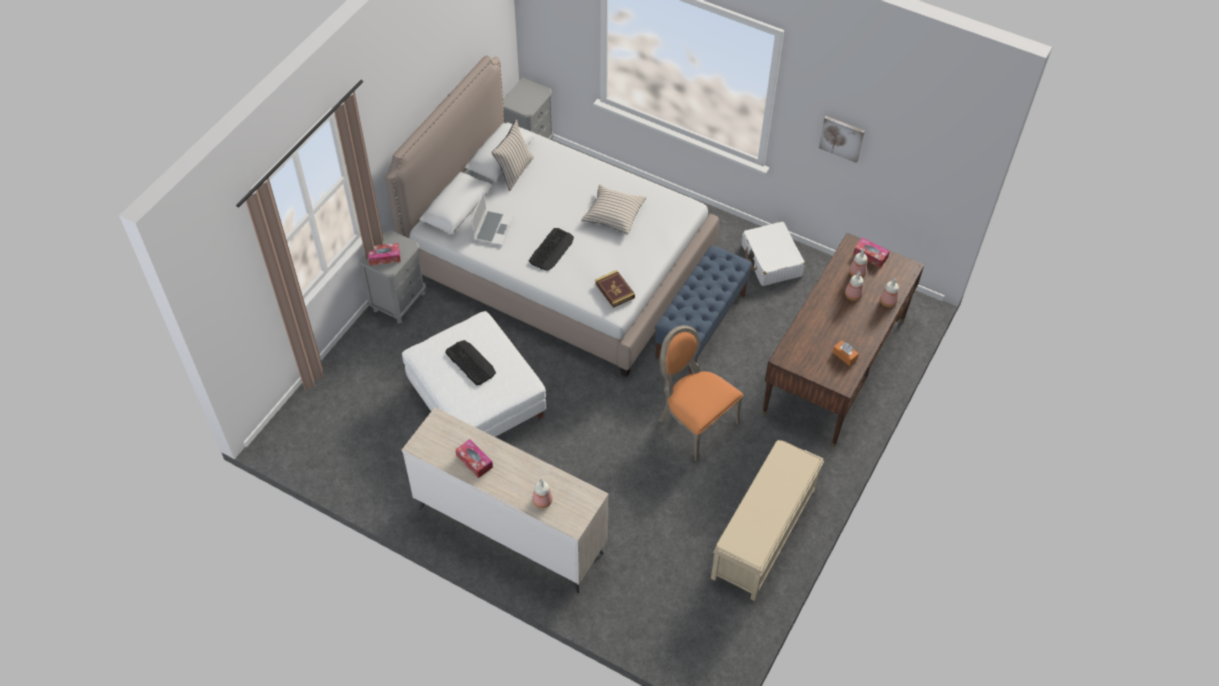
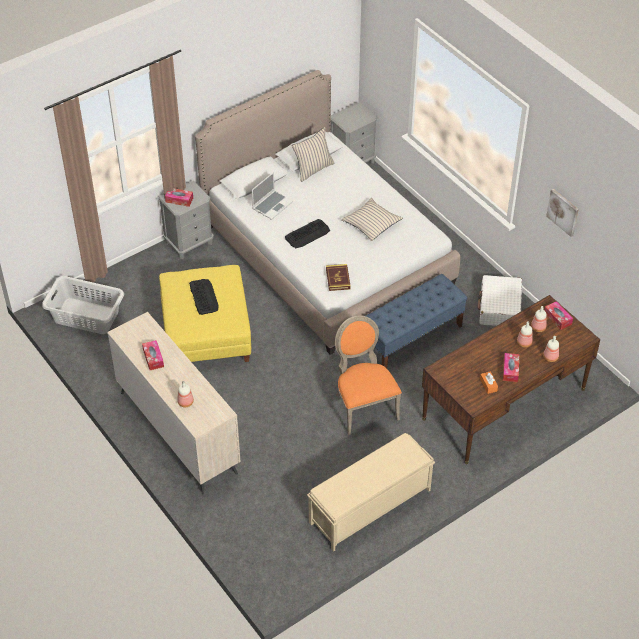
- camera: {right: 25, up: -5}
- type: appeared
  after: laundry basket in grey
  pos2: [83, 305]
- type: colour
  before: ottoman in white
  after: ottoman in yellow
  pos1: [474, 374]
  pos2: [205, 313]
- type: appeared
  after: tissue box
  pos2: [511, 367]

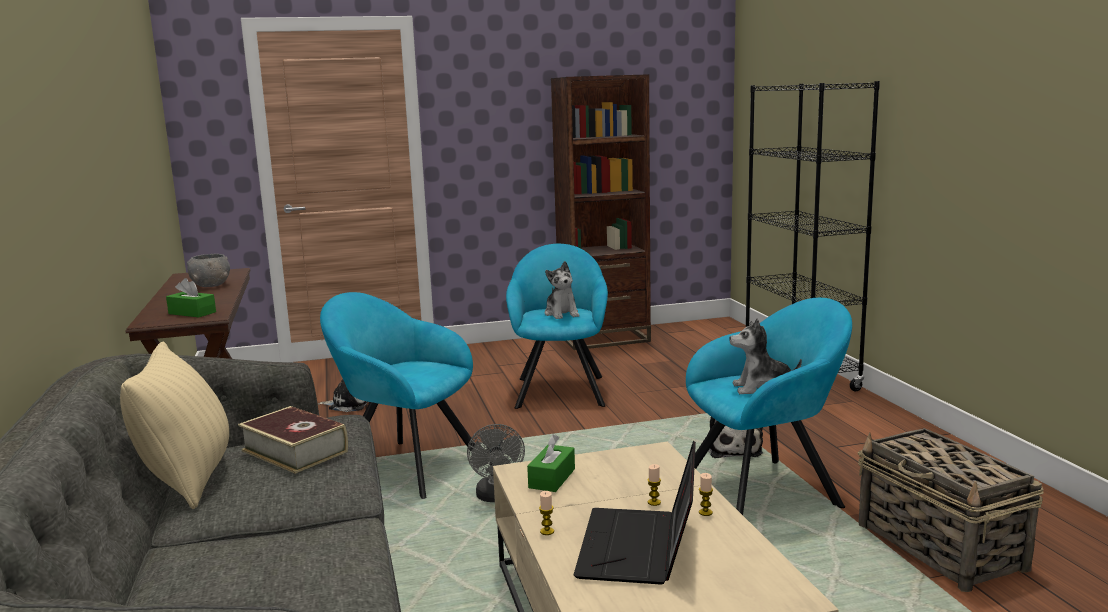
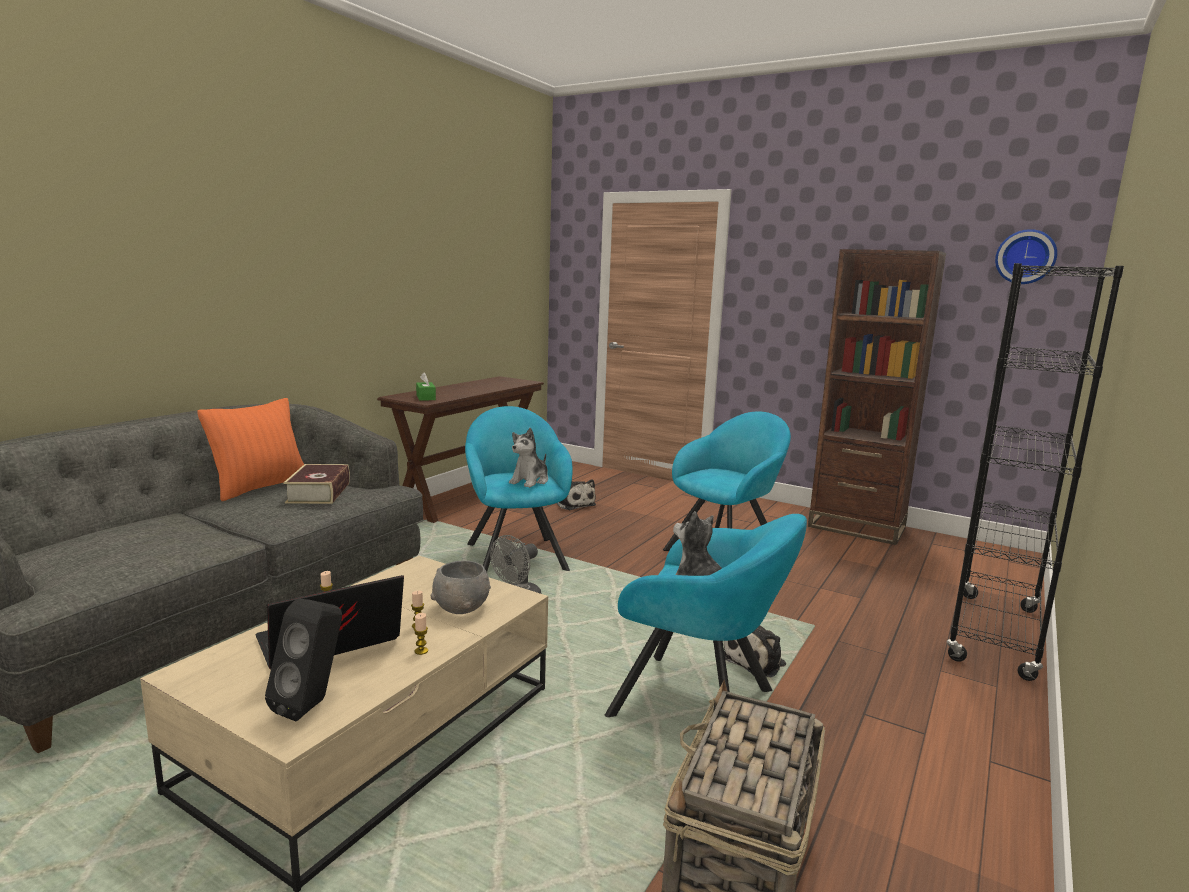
- camera: {right: 45, up: 0}
- type: colour
  before: pillow in beige
  after: pillow in orange
  pos1: [174, 425]
  pos2: [251, 449]
- type: appeared
  after: speaker in black
  pos2: [303, 660]
- type: relocated
  before: bowl in grey
  pos1: [208, 270]
  pos2: [461, 587]
- type: relocated
  before: plush toy
  pos1: [562, 290]
  pos2: [528, 458]
- type: appeared
  after: wall clock
  pos2: [1026, 256]
- type: missing
  before: tissue box in green
  pos1: [551, 463]

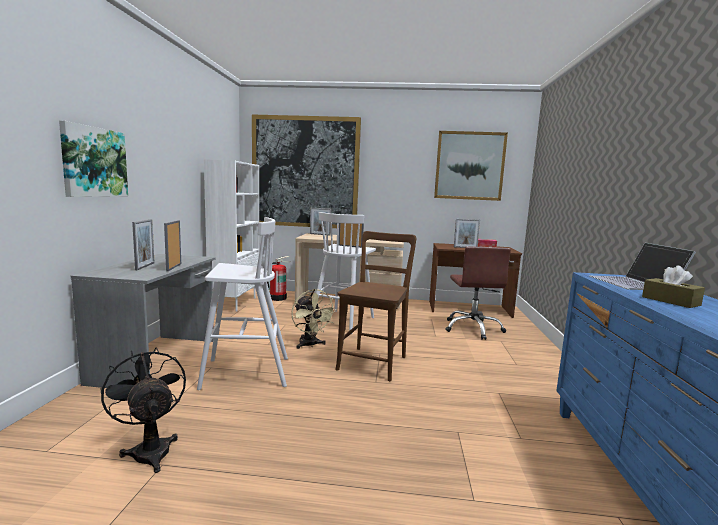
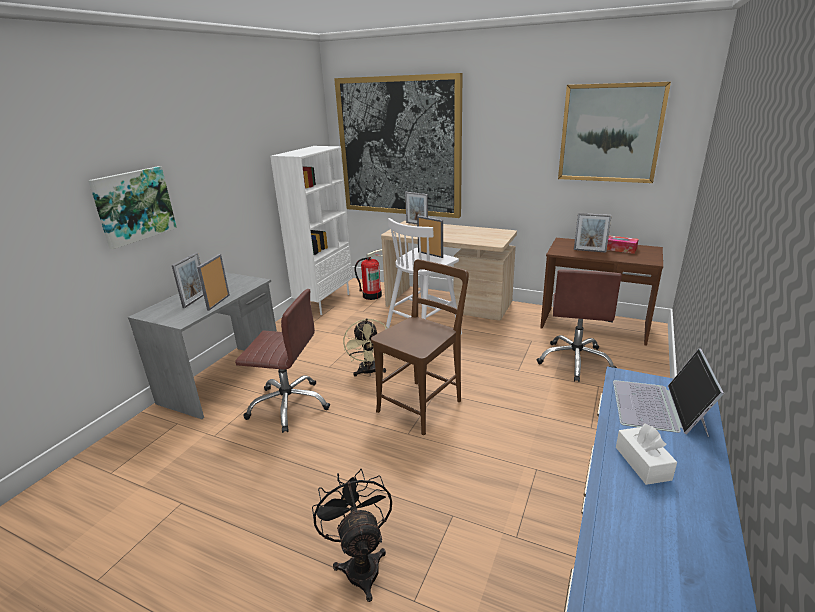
- camera: {right: 20, up: 15}
- type: exchanged
  before: stool in white
  after: office chair in brown
  pos1: [242, 303]
  pos2: [282, 361]
- type: relocated
  before: fan in black
  pos1: [143, 410]
  pos2: [352, 535]
- type: colour
  before: tissue box in brown
  after: tissue box in white
  pos1: [673, 287]
  pos2: [646, 454]

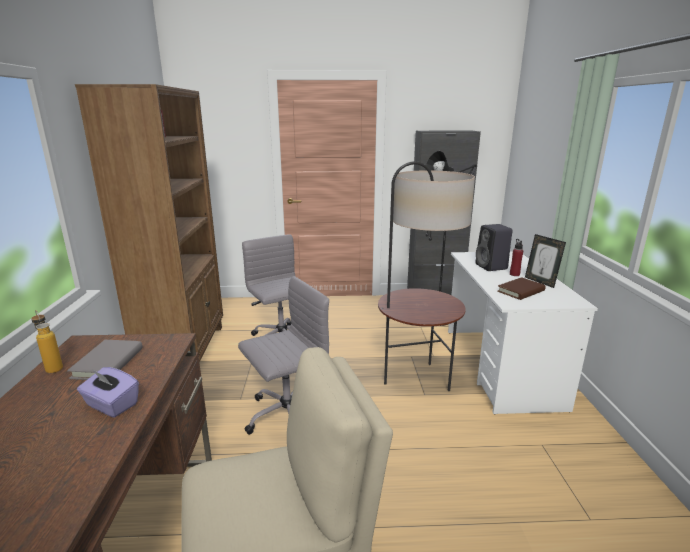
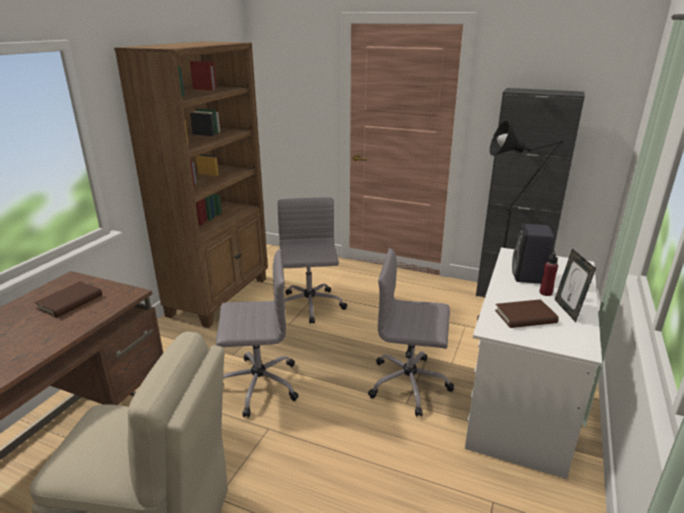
- camera: {right: 25, up: 5}
- type: colour
  before: book in grey
  after: book in brown
  pos1: [105, 360]
  pos2: [68, 299]
- type: exchanged
  before: floor lamp
  after: office chair in grey
  pos1: [426, 276]
  pos2: [411, 332]
- type: missing
  before: bottle
  pos1: [47, 342]
- type: missing
  before: tissue box in purple
  pos1: [108, 392]

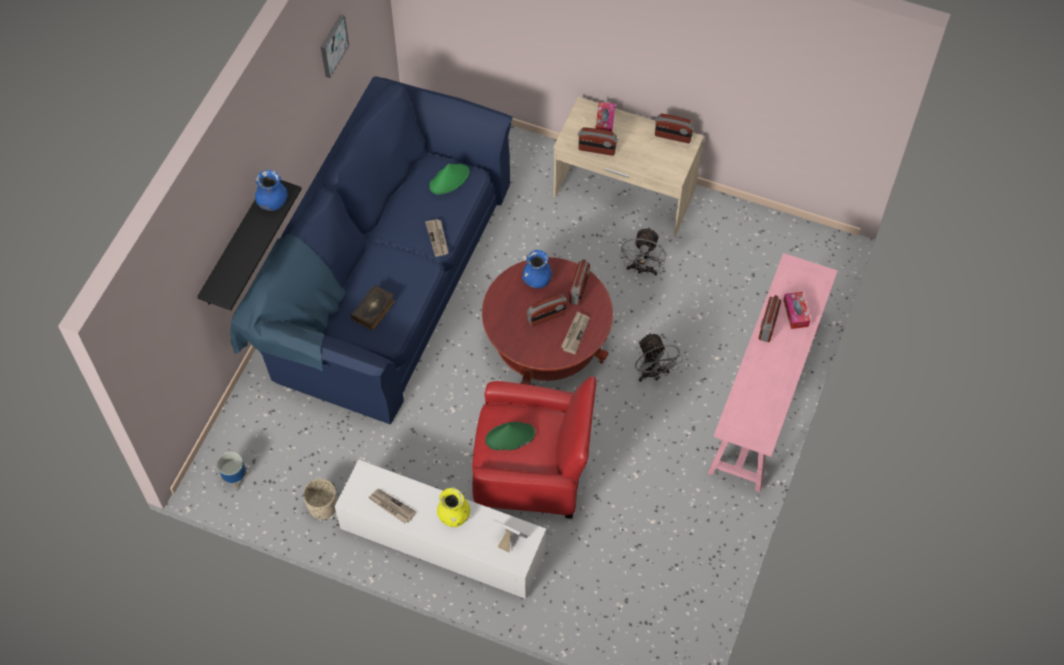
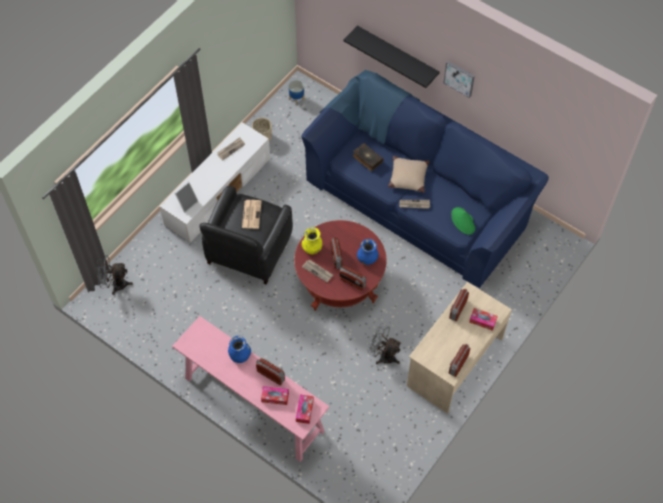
- camera: {right: 105, up: 0}
- type: relocated
  before: fan in grey
  pos1: [659, 357]
  pos2: [115, 275]
- type: colour
  before: armchair in red
  after: armchair in black
  pos1: [534, 447]
  pos2: [246, 235]
- type: relocated
  before: vase in blue
  pos1: [271, 190]
  pos2: [239, 349]
- type: exchanged
  before: hat in green
  after: newspaper
  pos1: [510, 436]
  pos2: [252, 214]
- type: appeared
  after: tissue box
  pos2: [305, 409]
- type: relocated
  before: vase in yellow
  pos1: [453, 507]
  pos2: [312, 241]
- type: appeared
  after: pillow in beige
  pos2: [408, 174]
- type: relocated
  before: picture
  pos1: [335, 46]
  pos2: [459, 79]

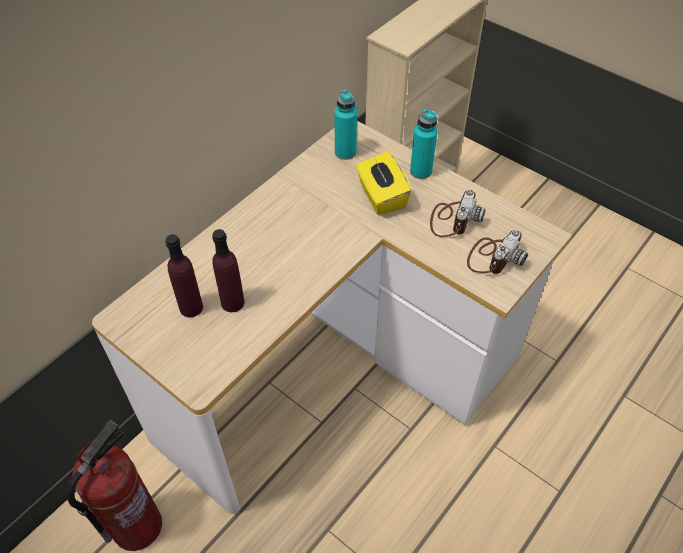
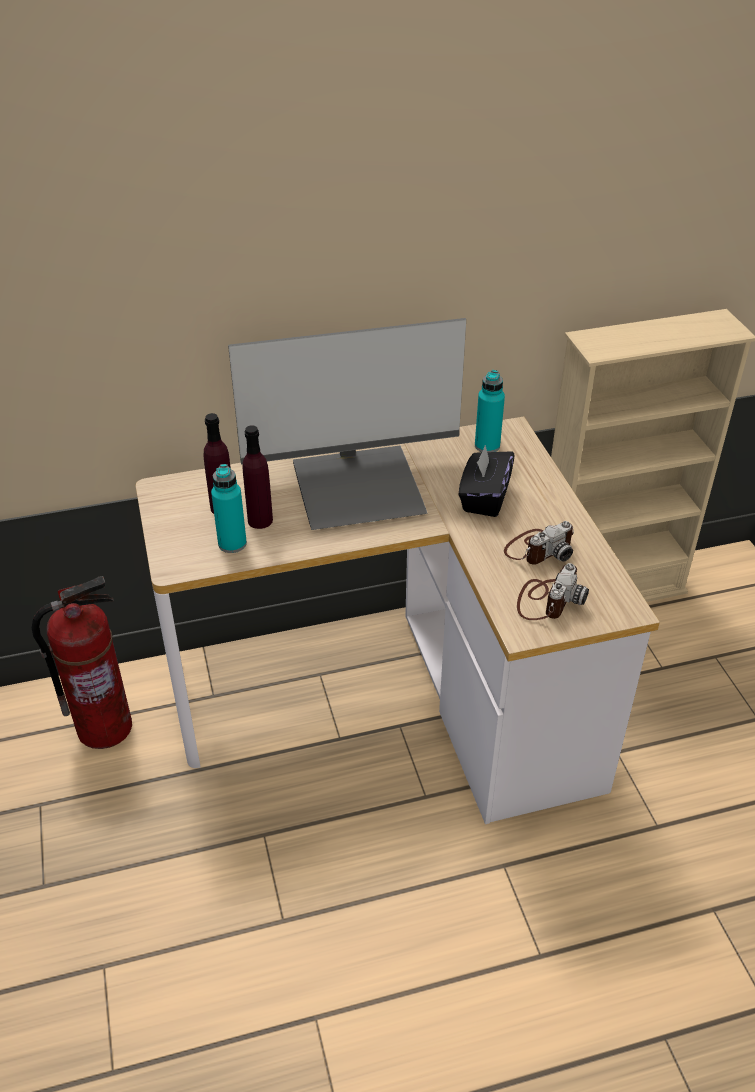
- camera: {right: 35, up: -10}
- type: relocated
  before: bottle in turquoise
  pos1: [424, 144]
  pos2: [229, 508]
- type: appeared
  after: monitor
  pos2: [347, 424]
- type: colour
  before: tissue box in yellow
  after: tissue box in black
  pos1: [384, 183]
  pos2: [486, 481]
- type: spun
  before: photo camera
  pos1: [497, 252]
  pos2: [553, 591]
  turn: -45

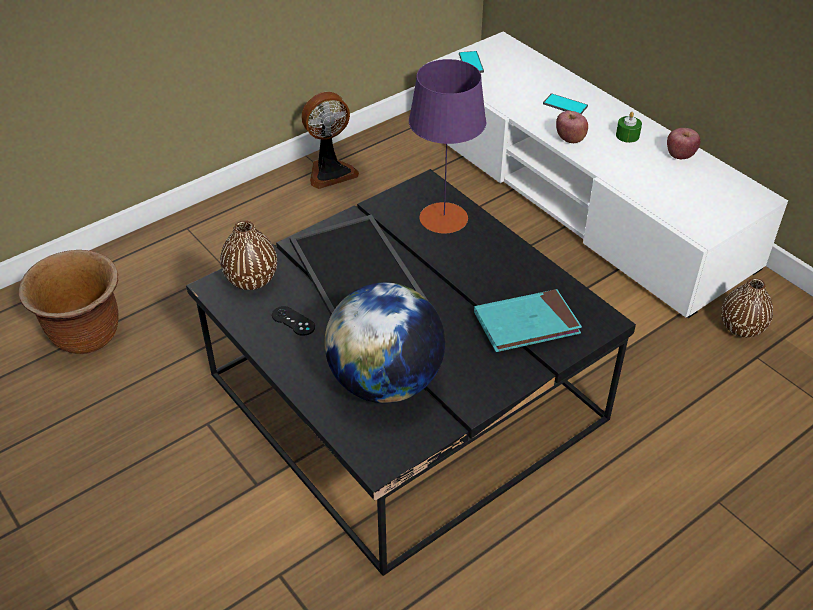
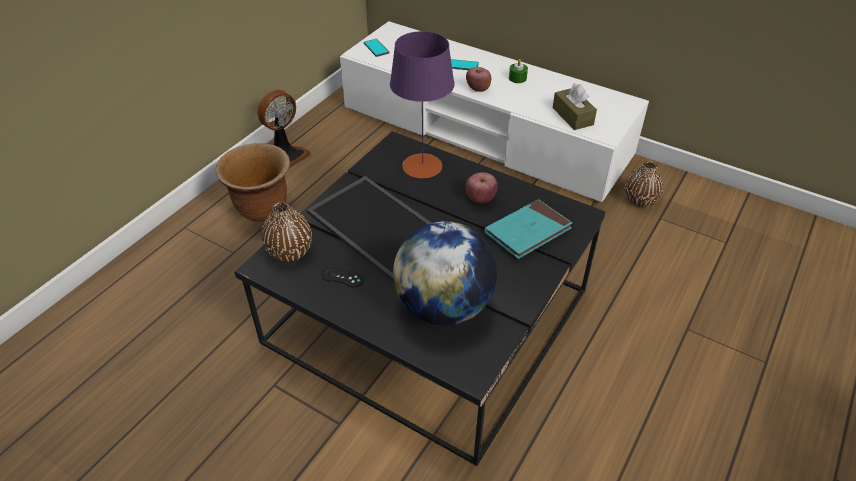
- camera: {right: -20, up: 0}
- type: relocated
  before: planter in brown
  pos1: [68, 302]
  pos2: [253, 182]
- type: relocated
  before: apple
  pos1: [684, 143]
  pos2: [482, 188]
- type: appeared
  after: tissue box in brown
  pos2: [575, 106]

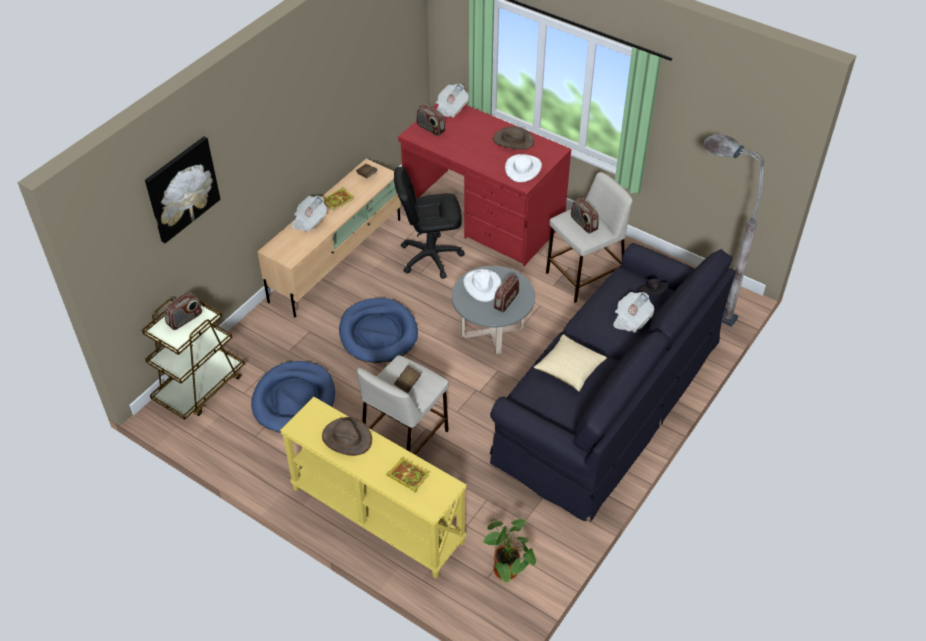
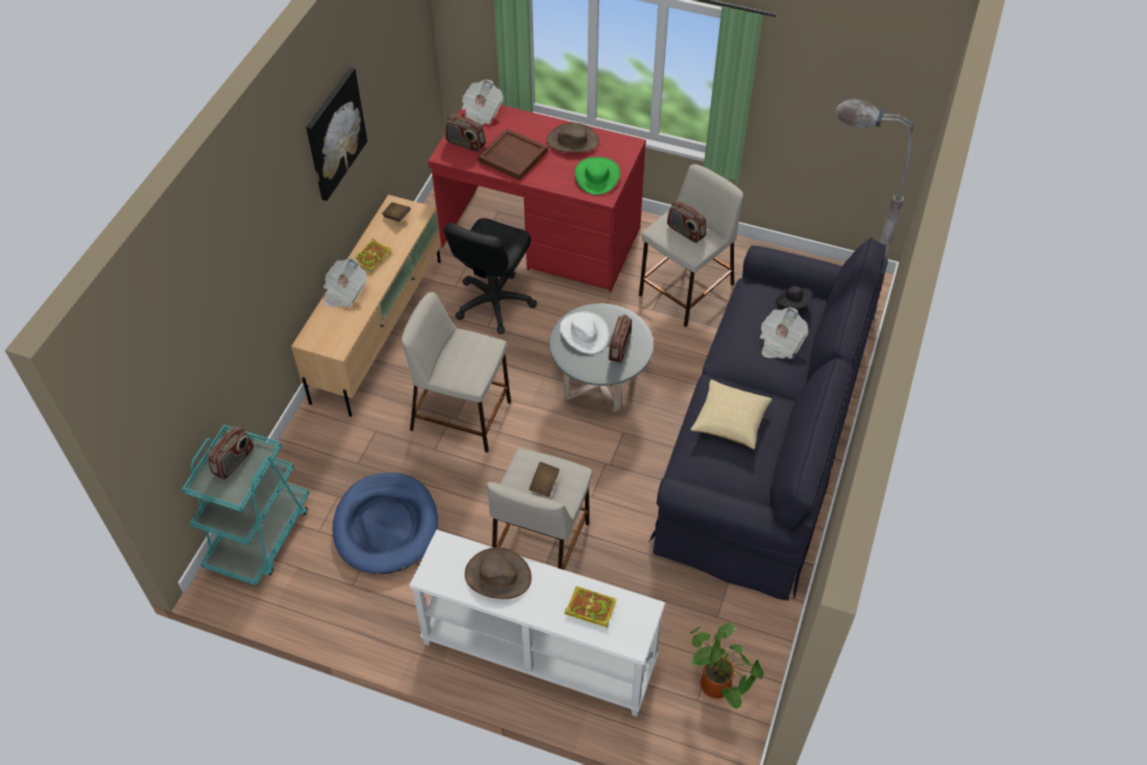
- camera: {right: -15, up: 5}
- type: colour
  before: cart in brown
  after: cart in turquoise
  pos1: [193, 356]
  pos2: [245, 505]
- type: relocated
  before: picture
  pos1: [182, 190]
  pos2: [336, 134]
- type: exchanged
  before: dog bed in blue
  after: stool in beige
  pos1: [378, 330]
  pos2: [456, 372]
- type: colour
  before: console table in yellow
  after: console table in white
  pos1: [373, 488]
  pos2: [537, 623]
- type: spun
  before: office chair in black
  pos1: [429, 223]
  pos2: [490, 276]
  turn: -45
- type: appeared
  after: tray in brown
  pos2: [512, 154]
- type: colour
  before: hat in white
  after: hat in green
  pos1: [523, 168]
  pos2: [597, 176]

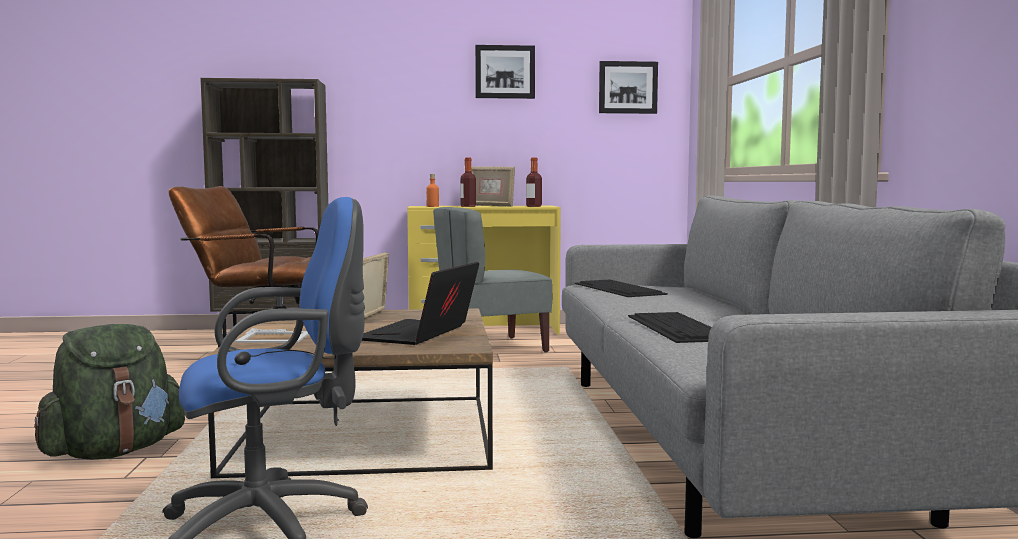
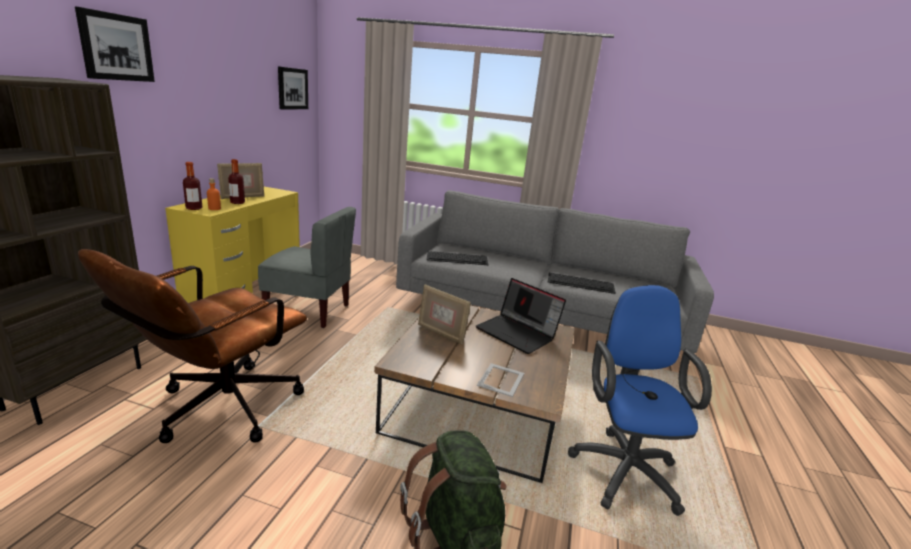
- camera: {right: -70, up: 15}
- type: relocated
  before: picture
  pos1: [505, 72]
  pos2: [115, 44]
- type: relocated
  before: bottle
  pos1: [534, 182]
  pos2: [192, 186]
- type: spun
  before: chair in grey
  pos1: [492, 279]
  pos2: [307, 267]
  turn: -75

